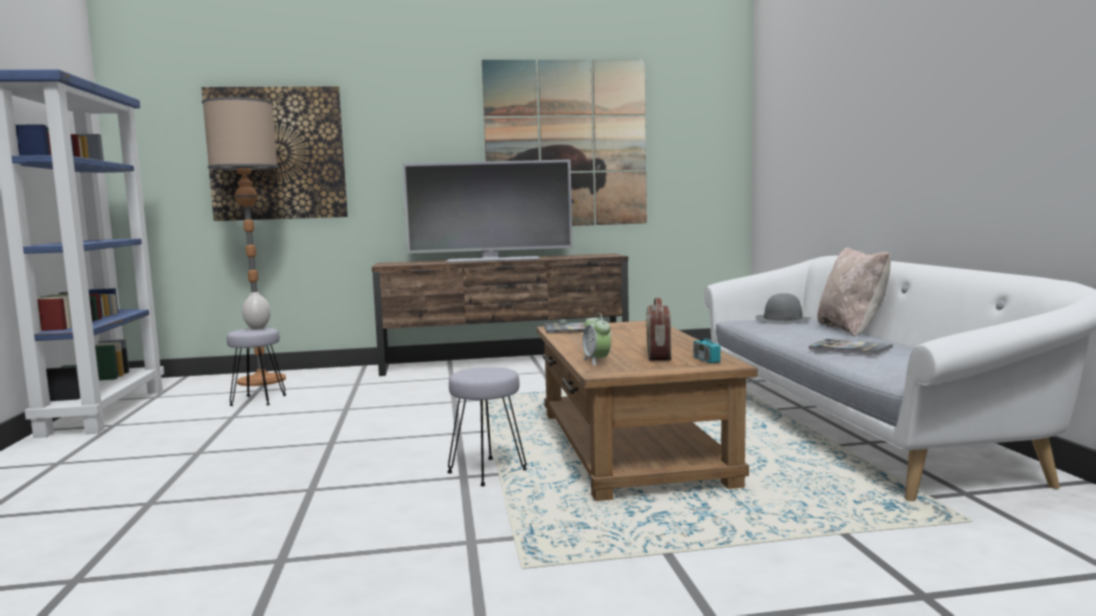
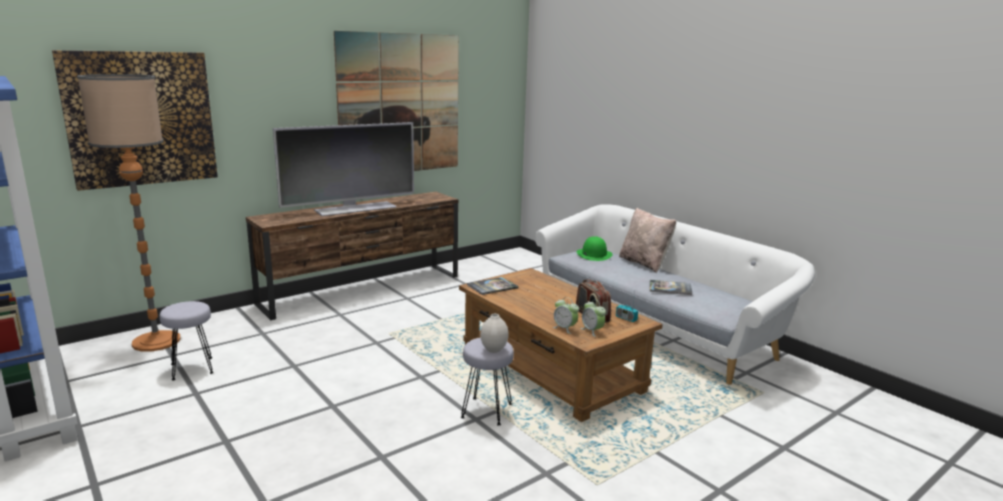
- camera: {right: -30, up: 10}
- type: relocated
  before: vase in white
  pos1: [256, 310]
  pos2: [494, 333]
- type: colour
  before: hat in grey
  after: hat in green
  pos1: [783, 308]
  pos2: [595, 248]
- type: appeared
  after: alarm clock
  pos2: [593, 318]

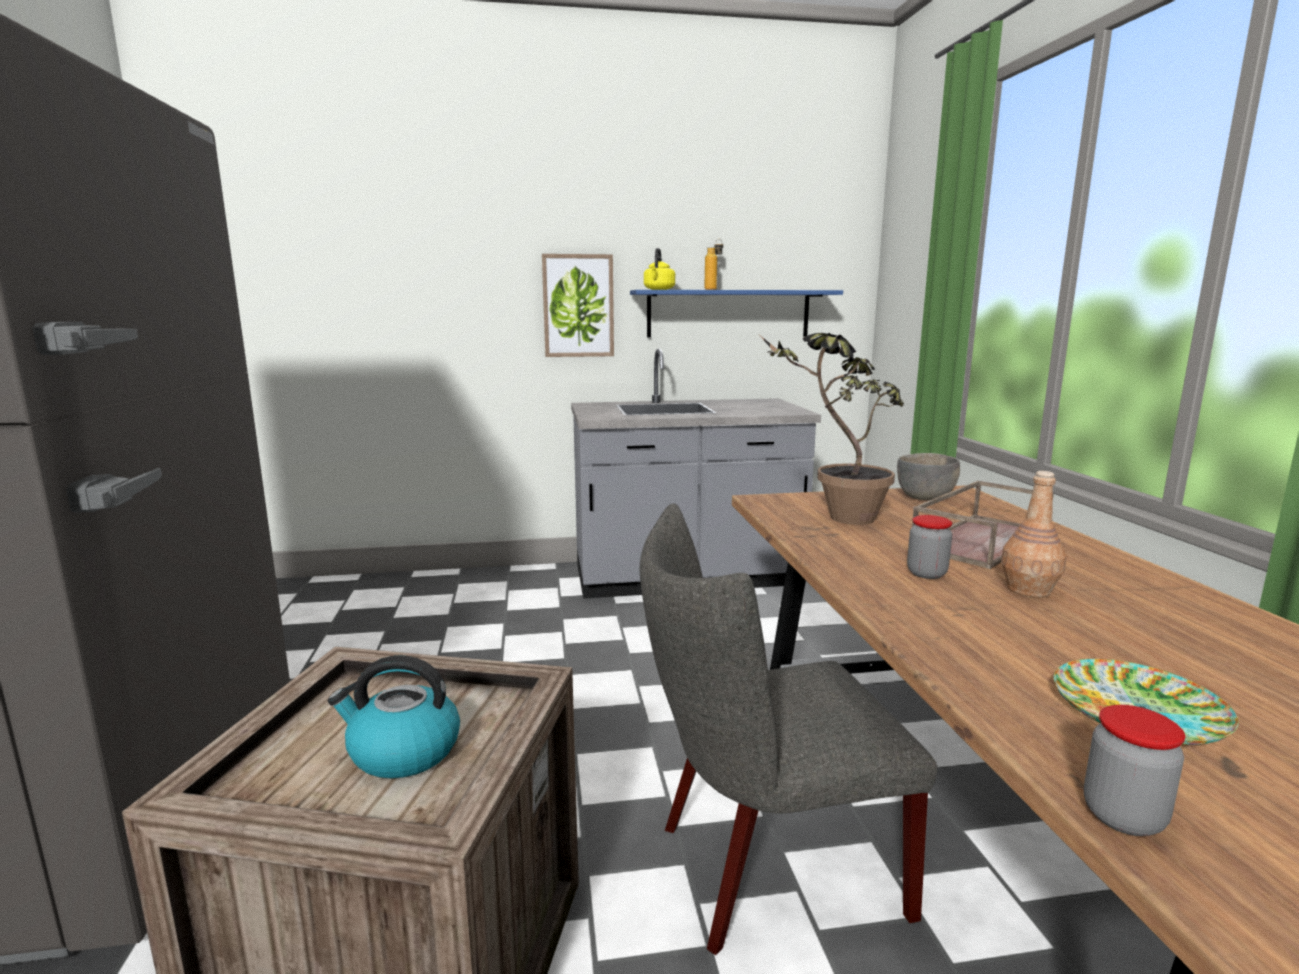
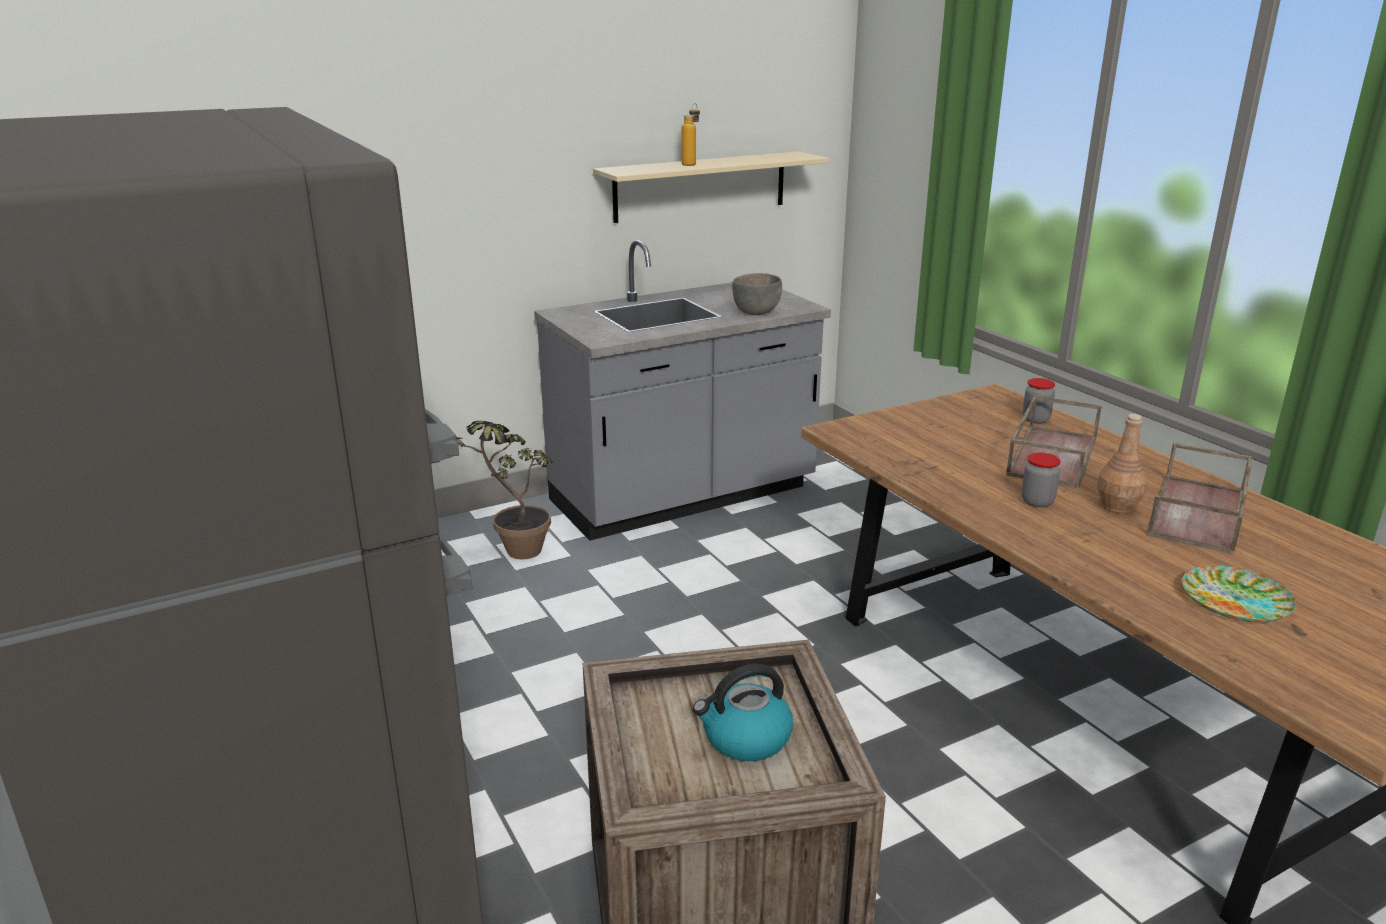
- camera: {right: -20, up: 10}
- type: relocated
  before: potted plant
  pos1: [832, 429]
  pos2: [505, 490]
- type: colour
  before: shelf in blue
  after: shelf in beige
  pos1: [736, 314]
  pos2: [711, 187]
- type: relocated
  before: bowl in grey
  pos1: [928, 476]
  pos2: [757, 294]
- type: relocated
  before: jar
  pos1: [1134, 770]
  pos2: [1038, 401]
- type: appeared
  after: tray in brown
  pos2: [1200, 499]
- type: missing
  before: picture
  pos1: [578, 305]
- type: missing
  before: chair in grey
  pos1: [788, 729]
- type: missing
  before: kettle in yellow
  pos1: [659, 269]

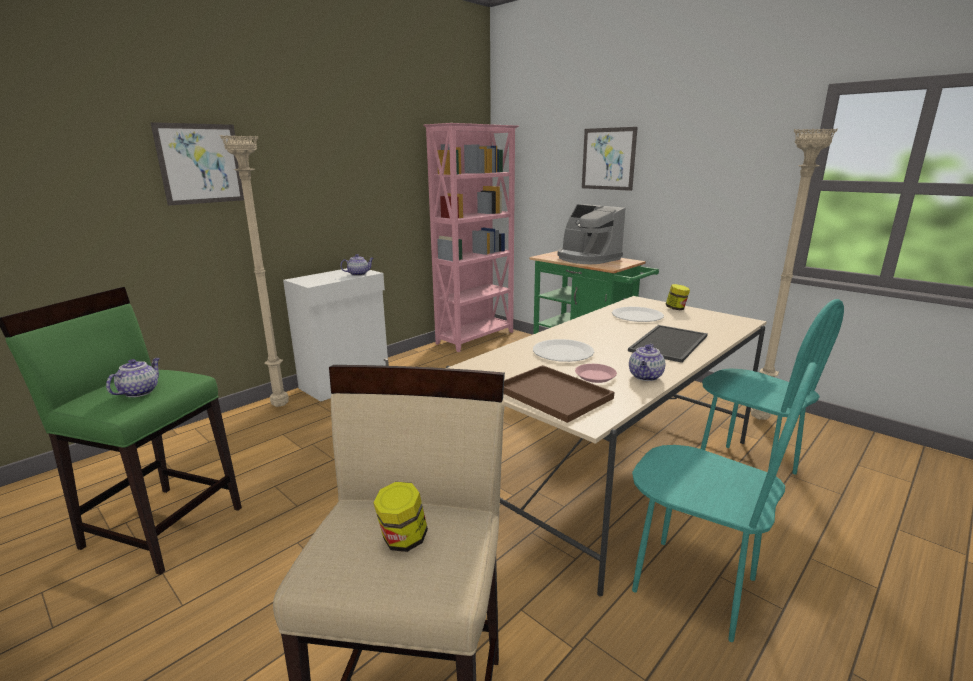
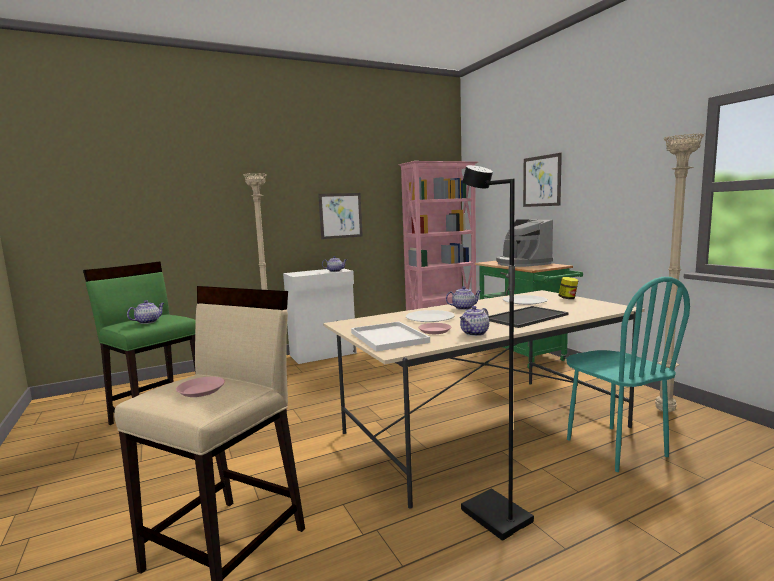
- camera: {right: 20, up: -10}
- type: exchanged
  before: jar
  after: plate in pink
  pos1: [400, 517]
  pos2: [200, 387]
- type: relocated
  before: picture
  pos1: [197, 164]
  pos2: [340, 216]
- type: colour
  before: tray in brown
  after: tray in white
  pos1: [558, 394]
  pos2: [390, 336]
- type: appeared
  after: teapot
  pos2: [463, 298]
- type: exchanged
  before: chair in turquoise
  after: floor lamp in black
  pos1: [725, 502]
  pos2: [497, 353]

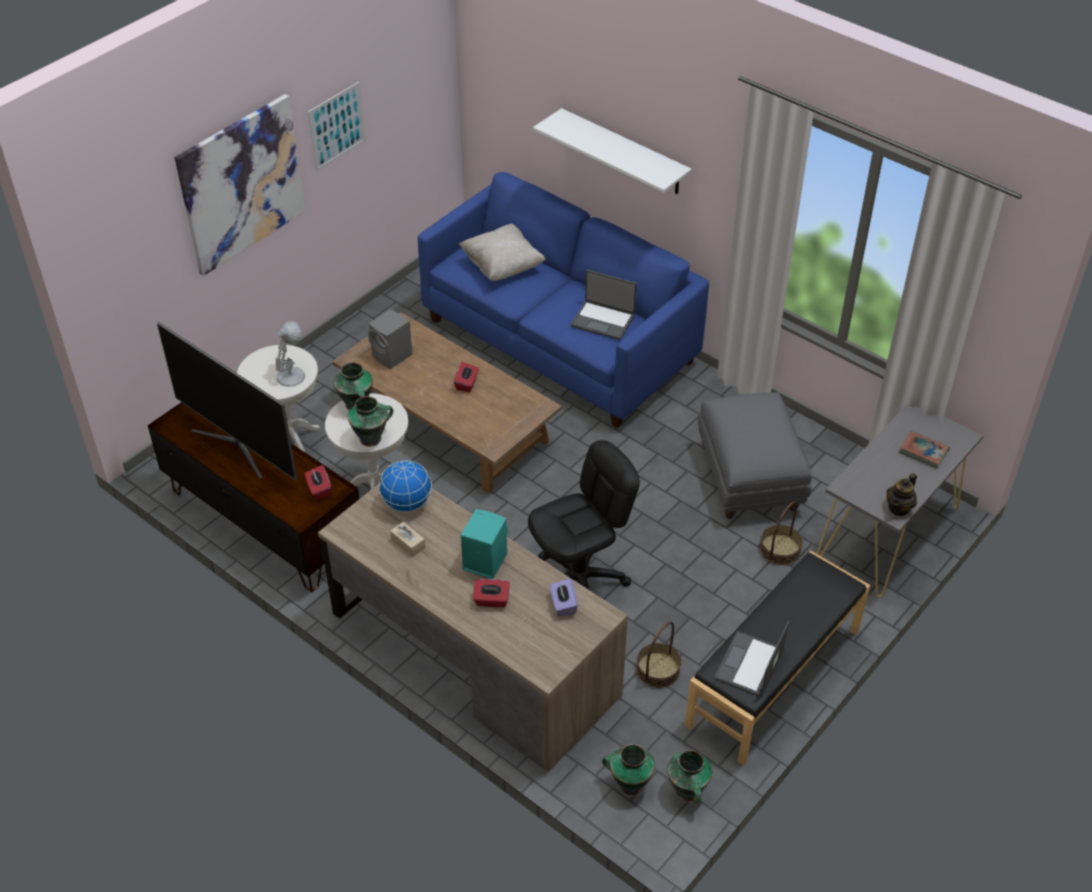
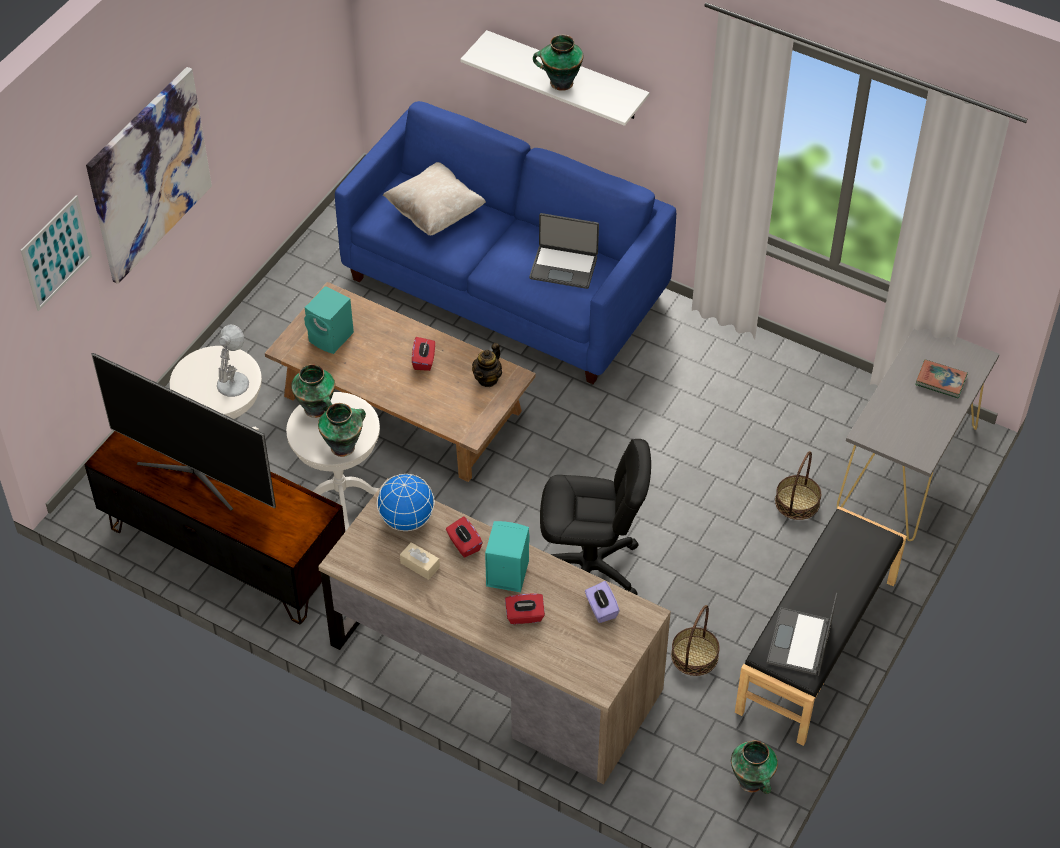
- camera: {right: -10, up: 5}
- type: relocated
  before: picture
  pos1: [337, 126]
  pos2: [56, 253]
- type: colour
  before: speaker in grey
  after: speaker in turquoise
  pos1: [390, 339]
  pos2: [329, 320]
- type: relocated
  before: tissue box in red
  pos1: [318, 482]
  pos2: [464, 537]
- type: relocated
  before: teapot
  pos1: [901, 494]
  pos2: [487, 365]
- type: relocated
  before: vase
  pos1: [628, 769]
  pos2: [558, 63]
- type: spun
  before: office chair in black
  pos1: [584, 515]
  pos2: [595, 517]
  turn: 45
- type: missing
  before: ottoman in grey
  pos1: [755, 455]

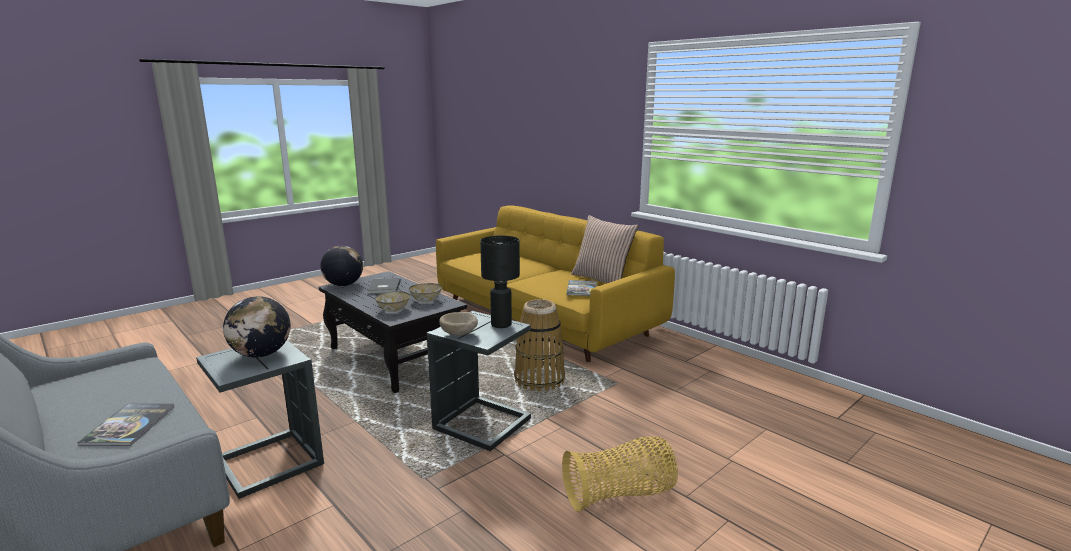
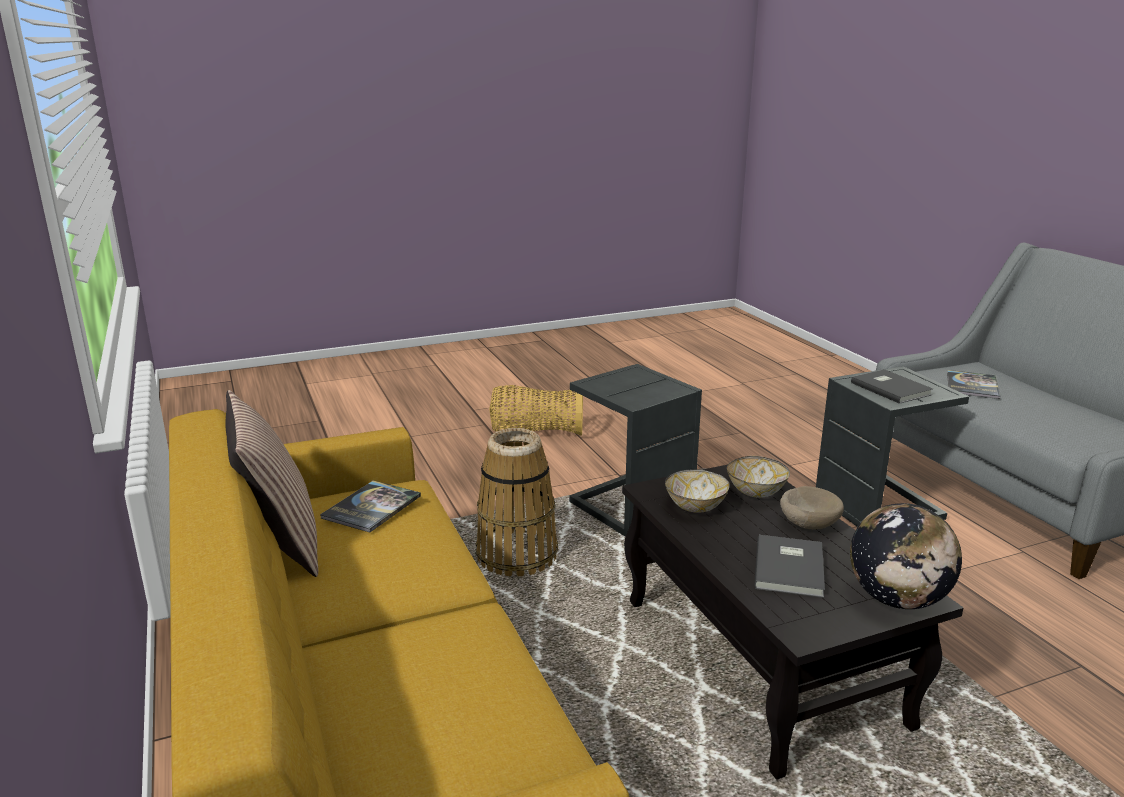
- camera: {right: -160, up: 5}
- type: relocated
  before: bowl in beige
  pos1: [458, 324]
  pos2: [812, 507]
- type: exchanged
  before: globe
  after: book in grey
  pos1: [257, 326]
  pos2: [892, 386]
- type: missing
  before: table lamp in black
  pos1: [500, 282]

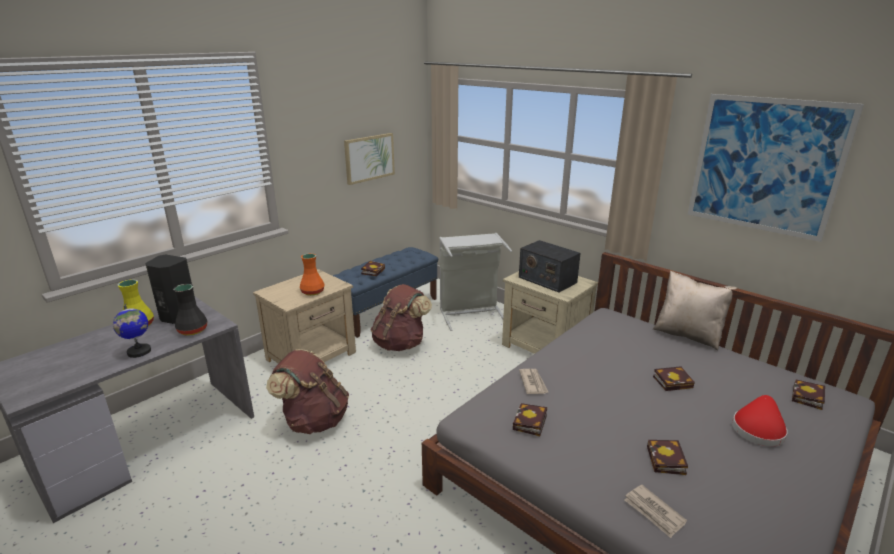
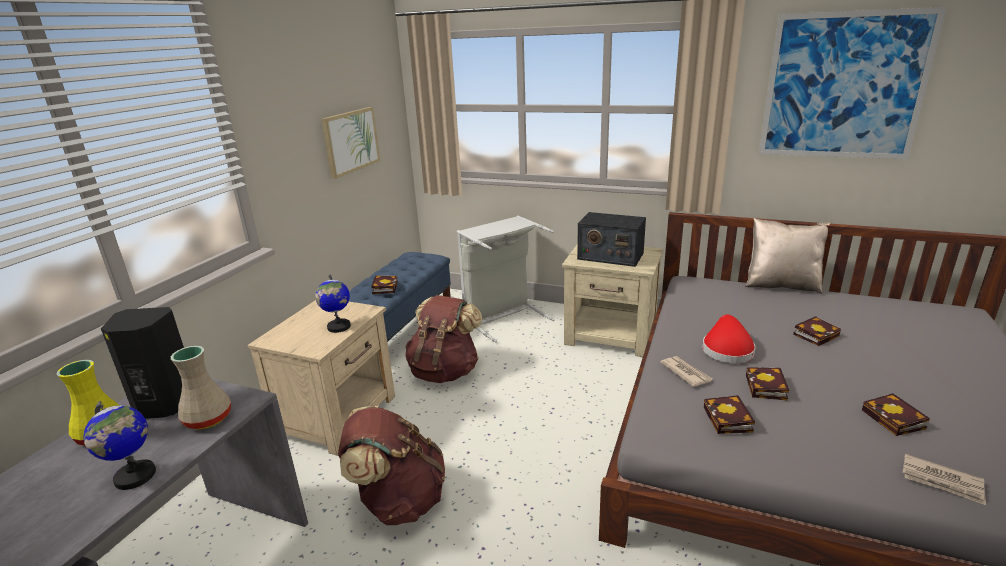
- camera: {right: -20, up: 0}
- type: colour
  before: vase in black
  after: vase in beige
  pos1: [190, 310]
  pos2: [201, 388]
- type: exchanged
  before: vase in orange
  after: globe
  pos1: [312, 274]
  pos2: [333, 303]
- type: relocated
  before: hat in red
  pos1: [760, 420]
  pos2: [728, 338]
- type: relocated
  before: book
  pos1: [808, 394]
  pos2: [767, 384]

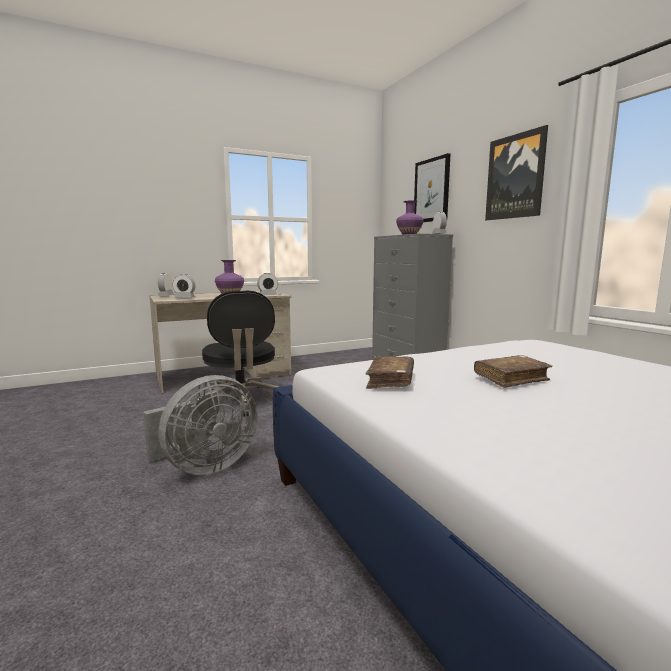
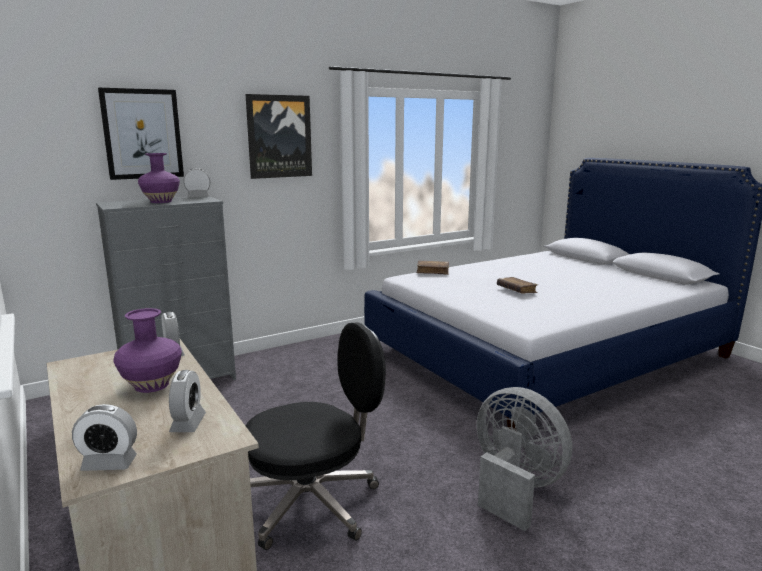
- camera: {right: -95, up: 5}
- type: relocated
  before: book in brown
  pos1: [389, 372]
  pos2: [433, 268]

